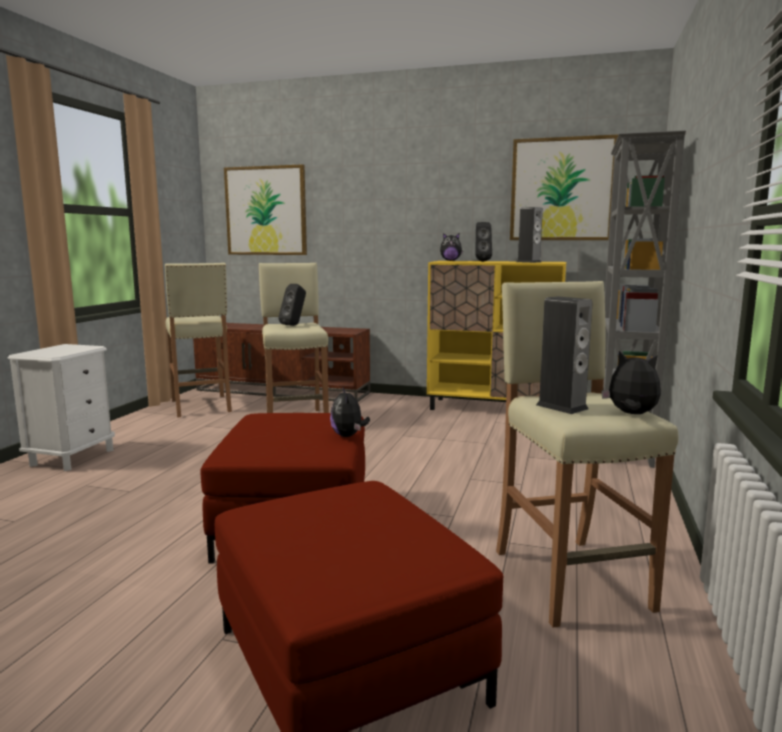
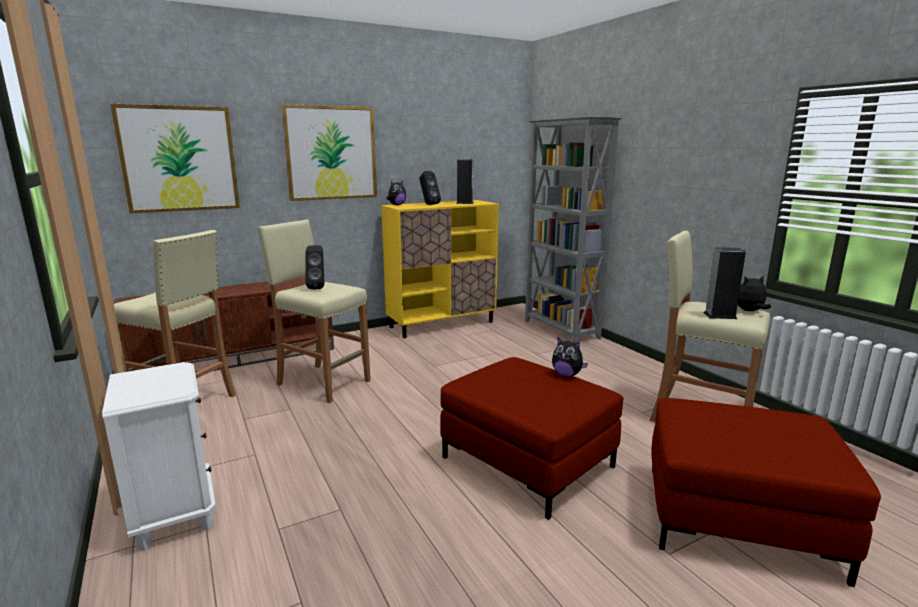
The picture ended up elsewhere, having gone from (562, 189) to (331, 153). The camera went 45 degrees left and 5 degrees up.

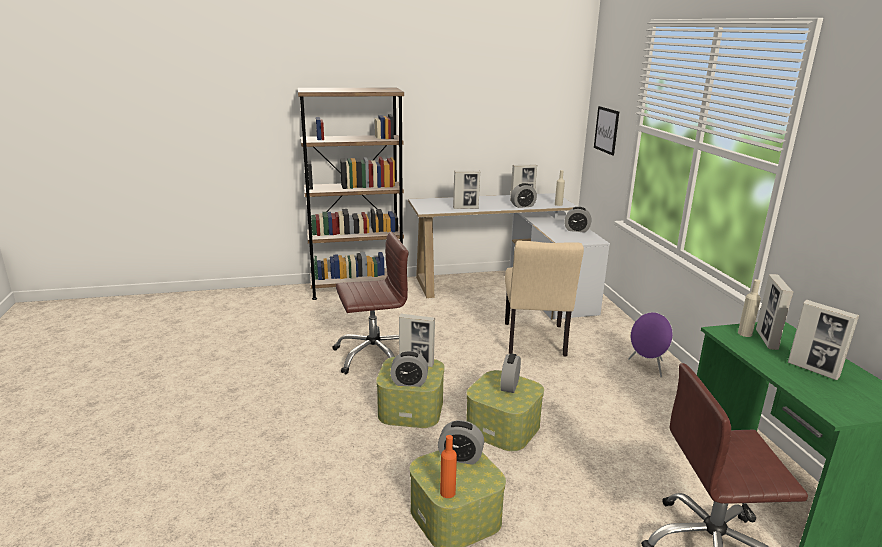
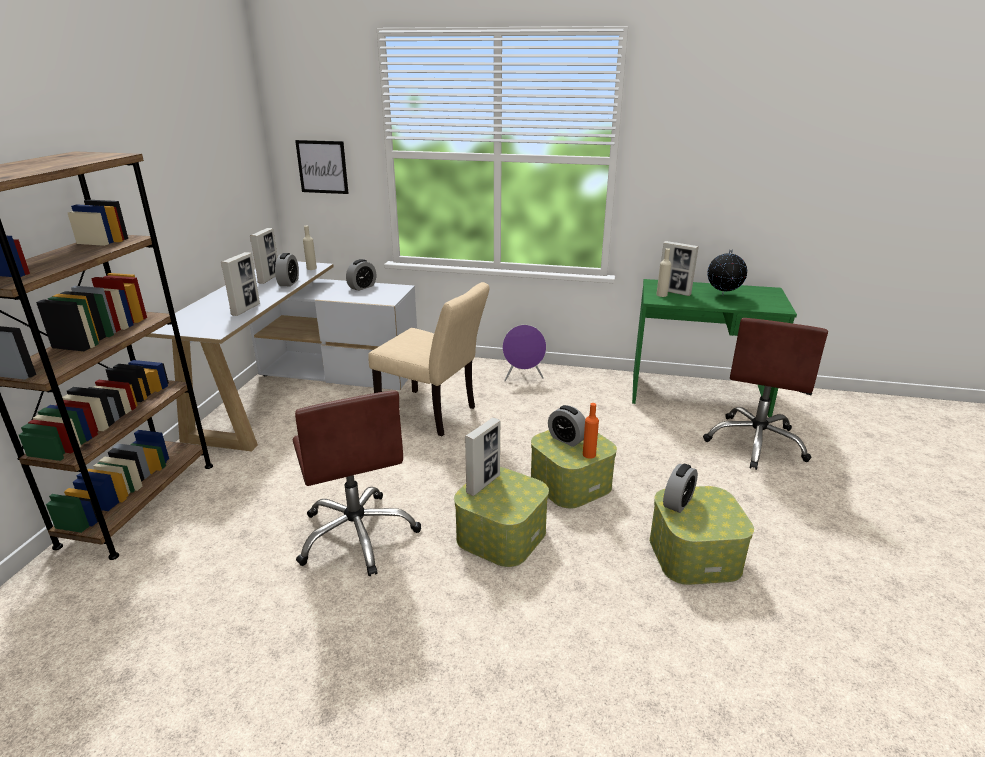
The second view lost the alarm clock at (409, 382). The drink bottle in orange ended up elsewhere, having gone from (447, 492) to (589, 454). Where the picture frame stood at (813, 370), the desk globe came to stand at (723, 295). The office chair in brownish at (373, 355) ended up facing another way, 150 degrees clockwise from before. The camera went 65 degrees left and 5 degrees up.

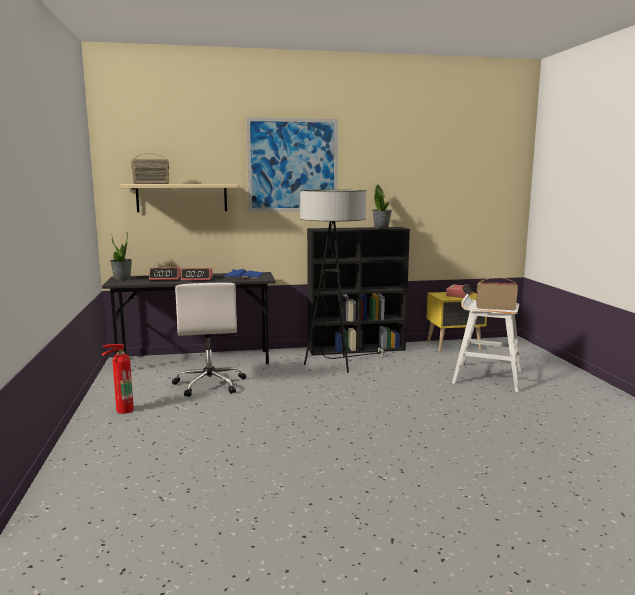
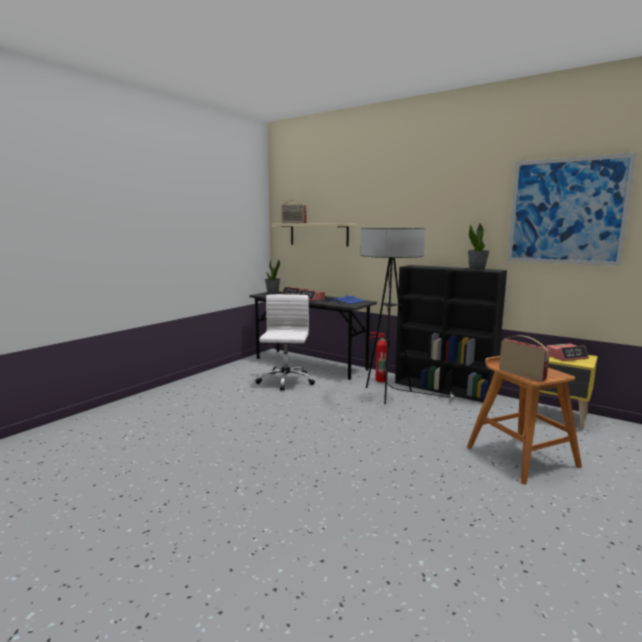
The fire-fighting cylinder ended up elsewhere, having gone from (123, 410) to (380, 380). The picture ended up elsewhere, having gone from (293, 165) to (566, 211). What was the sitting stool in white at (486, 377) turned into the sitting stool in brownish at (520, 456). The office chair in white at (210, 384) ended up facing another way, 150 degrees clockwise from before. The camera went 45 degrees right and 0 degrees up.

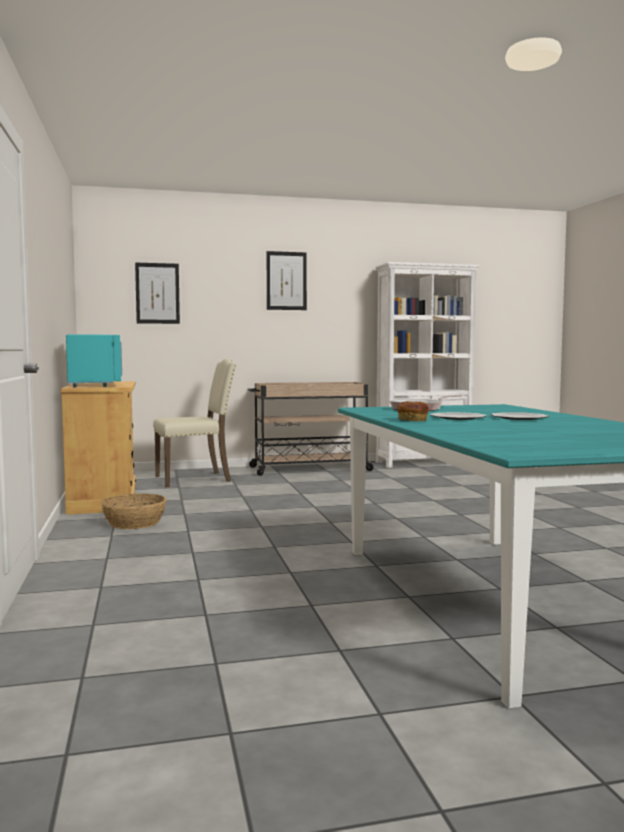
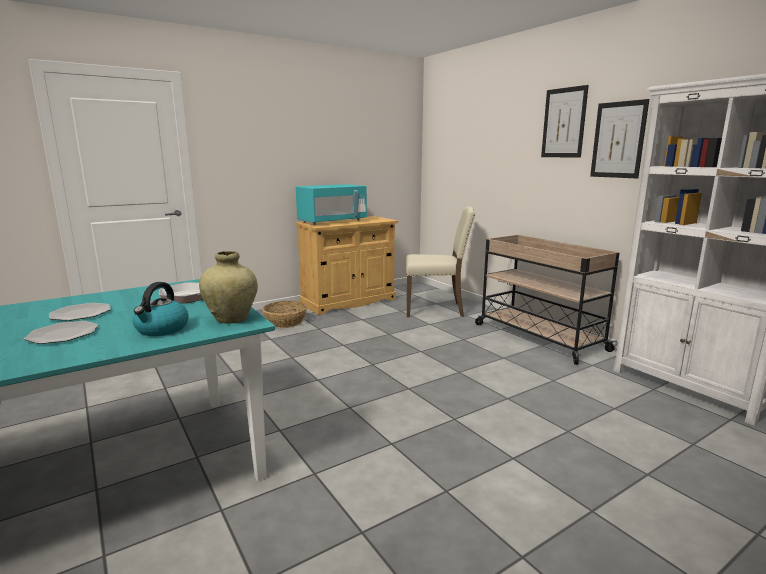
The second view lost the bakery bread at (412, 420). The second view gained the kettle at (162, 329). The second view gained the vase in beige at (231, 319). The picture ended up elsewhere, having gone from (157, 293) to (618, 140). The upright chair in beige at (195, 479) ended up facing another way, 45 degrees counterclockwise from before. The camera went 70 degrees right and 10 degrees up.

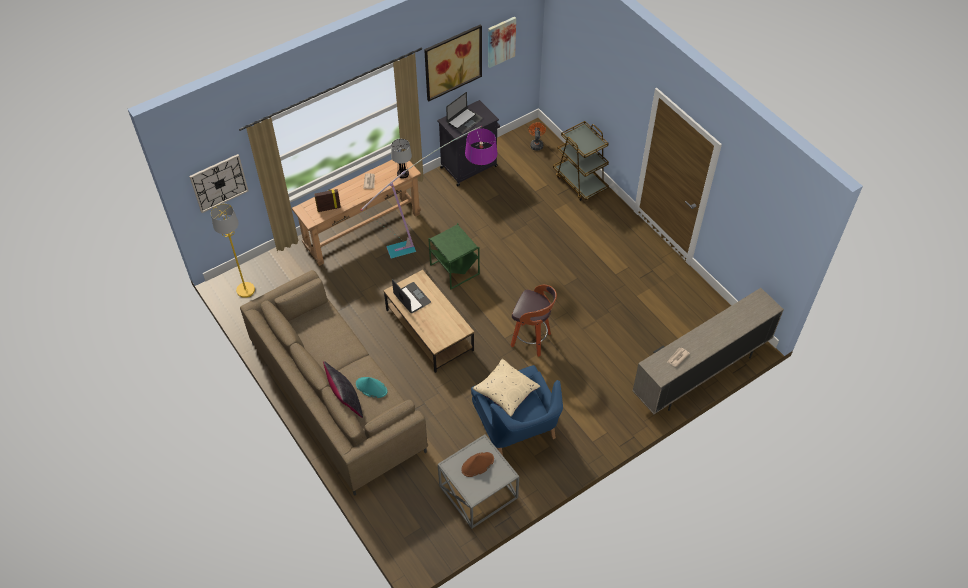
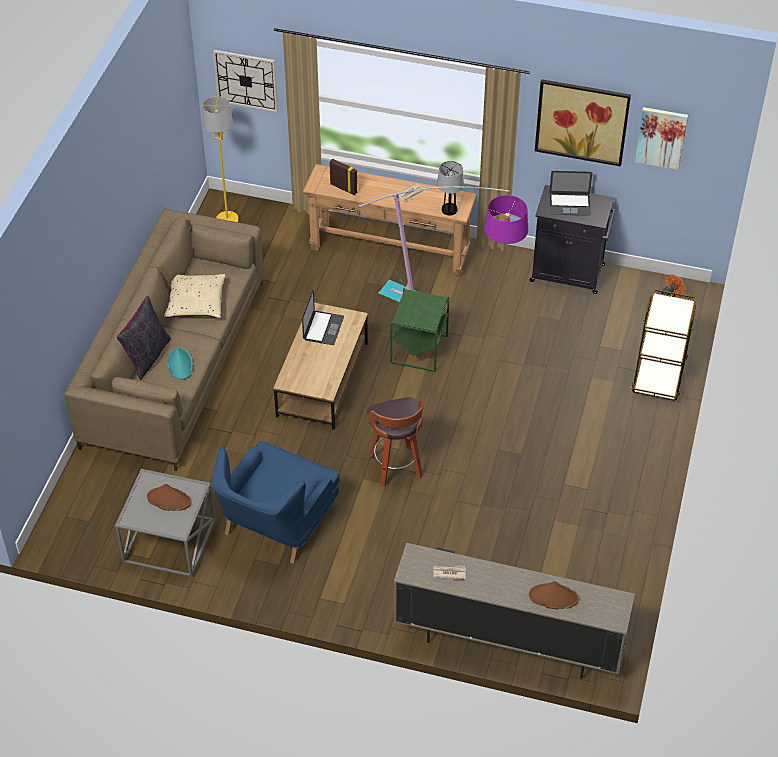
The second view gained the hat in brownish at (553, 597). The cushion in beige ended up elsewhere, having gone from (506, 391) to (196, 303). The camera went 50 degrees right and 5 degrees down.

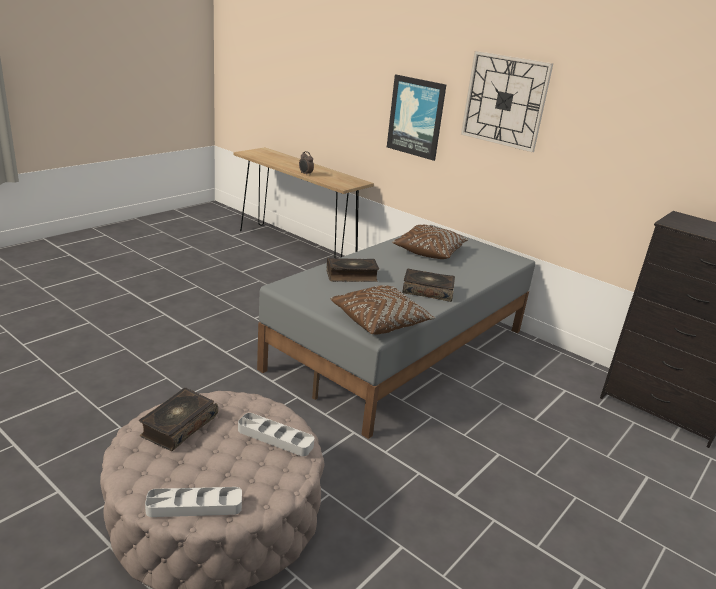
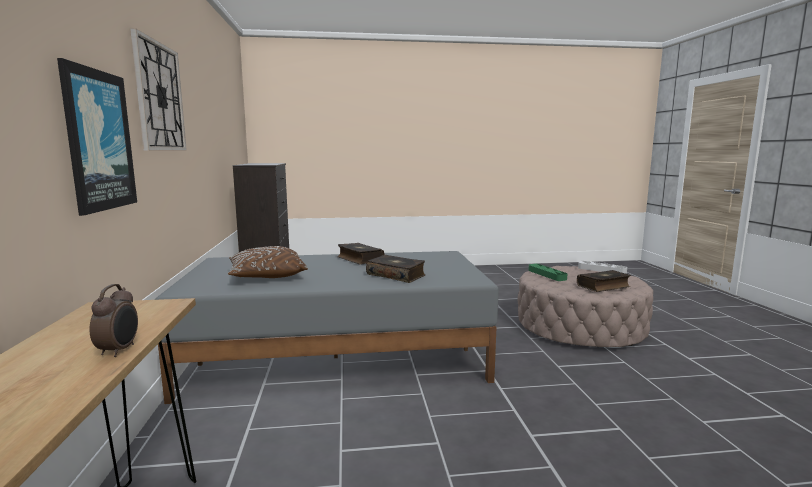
The second view lost the cushion in brownish at (380, 321). What was the tray in gray at (275, 438) turned into the tray in greenish at (547, 275). The camera went 135 degrees left and 15 degrees down.

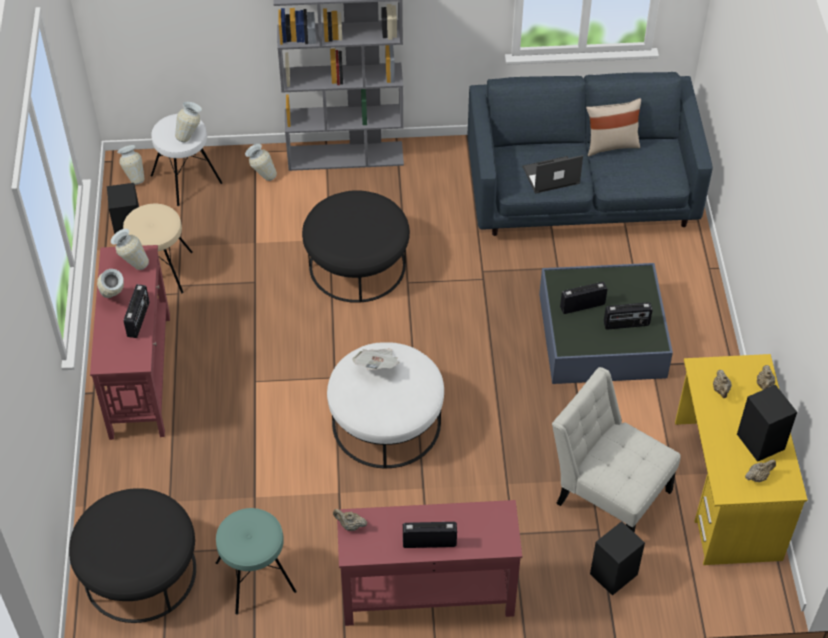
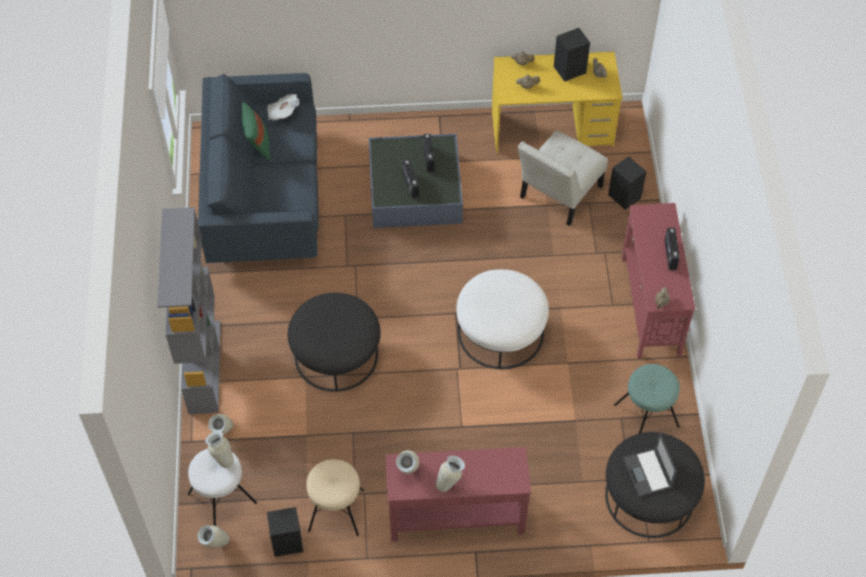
The second view lost the radio set at (139, 320). The daily paper ended up elsewhere, having gone from (377, 366) to (282, 113). The notebook computer ended up elsewhere, having gone from (550, 175) to (648, 473). What was the cushion in beige at (611, 145) turned into the cushion in greenish at (257, 145). The camera went 90 degrees left and 5 degrees up.

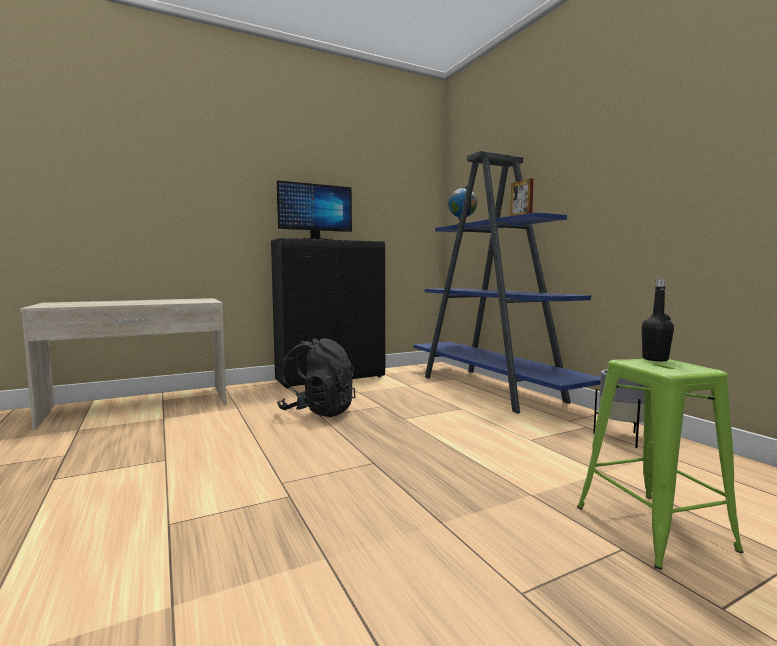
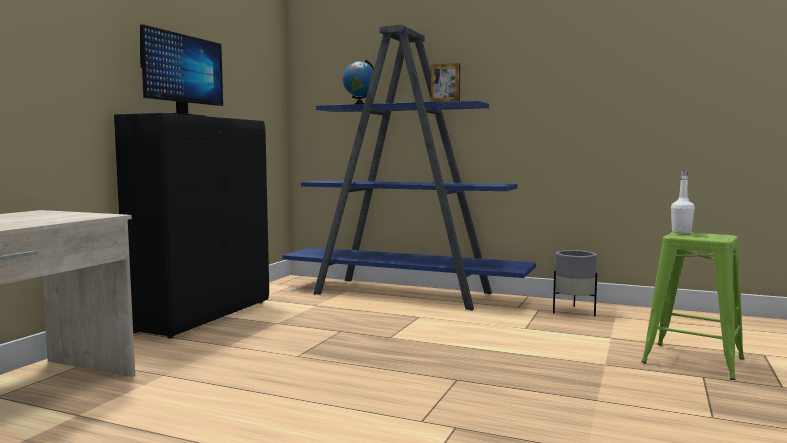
The second view lost the rucksack in black-coloured at (318, 411). What was the drink bottle in black-coloured at (655, 359) turned into the drink bottle in white at (681, 232). The camera went 40 degrees left and 0 degrees up.

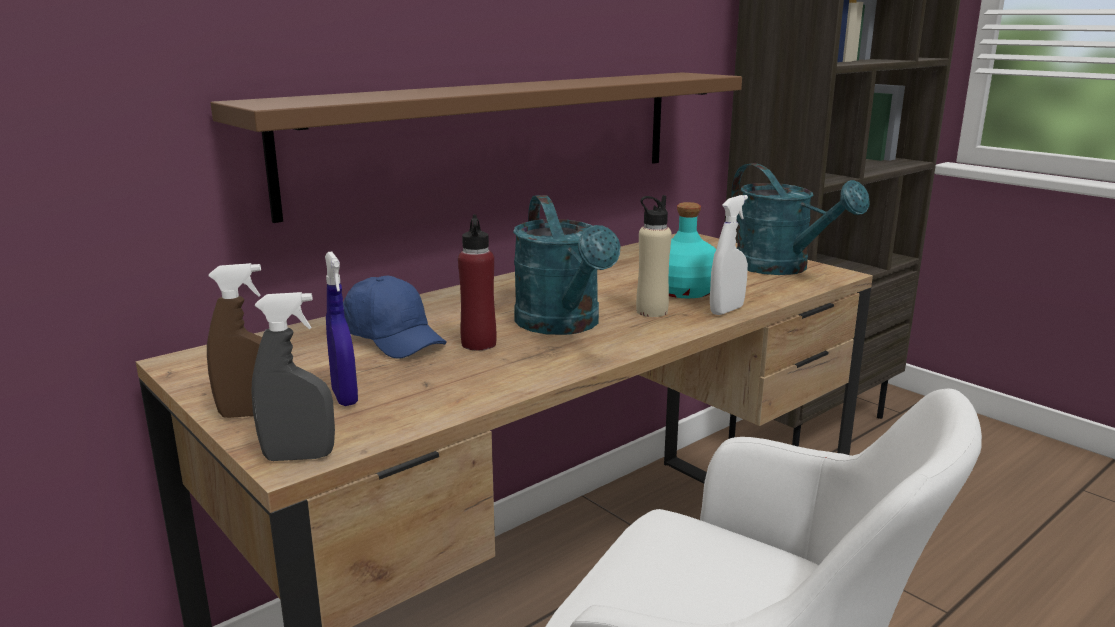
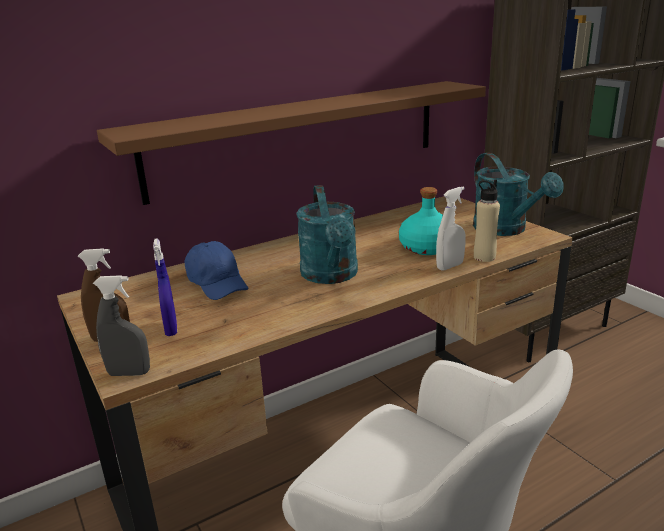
The second view lost the drink bottle in red-coloured at (478, 344). The drink bottle in beige ended up elsewhere, having gone from (651, 311) to (484, 257). The camera went 10 degrees right and 5 degrees up.

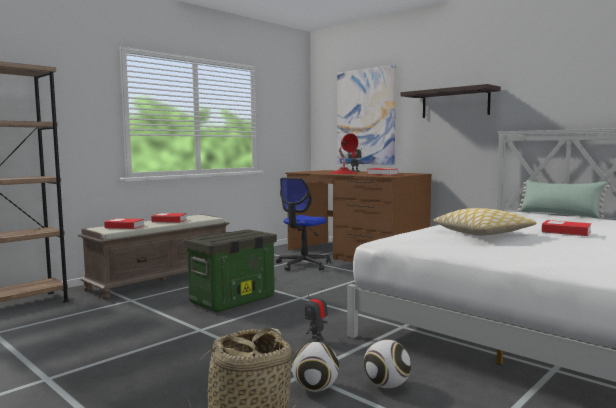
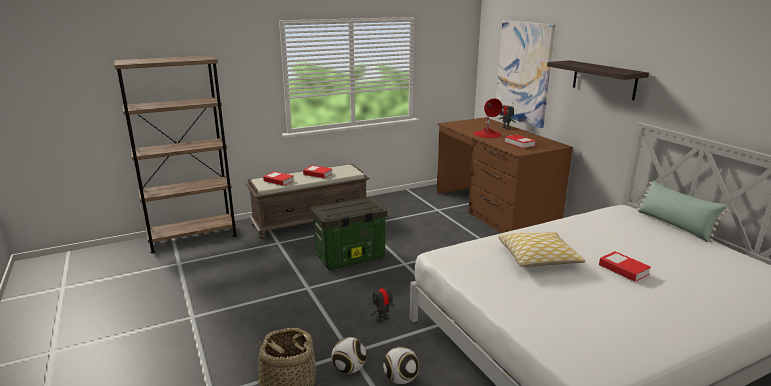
The second view lost the office chair at (303, 265). The camera went 20 degrees right and 15 degrees up.

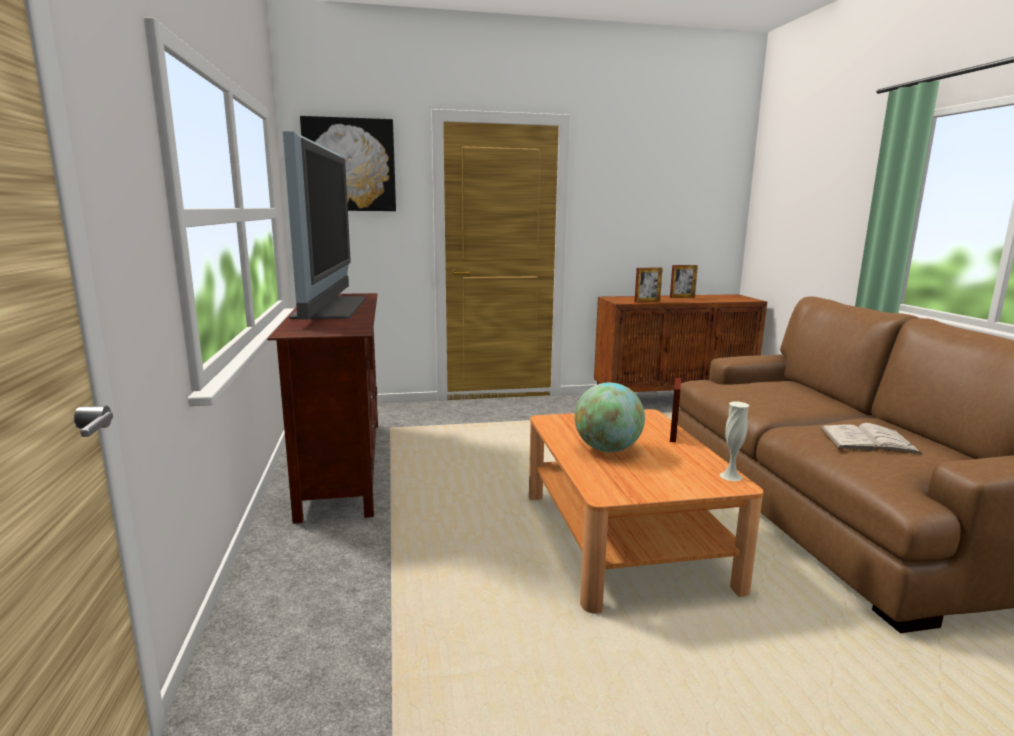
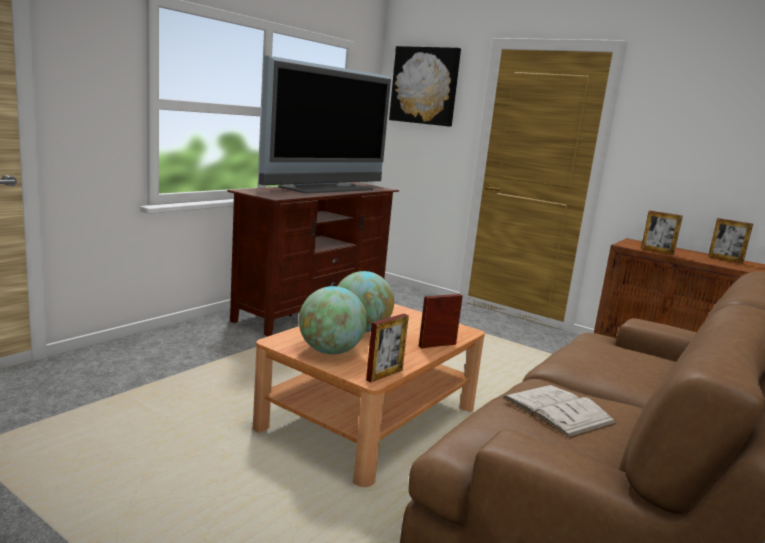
The second view gained the desk globe at (330, 351). Where the vase in white stood at (730, 476), the picture frame came to stand at (384, 375). The camera went 45 degrees right and 0 degrees up.

